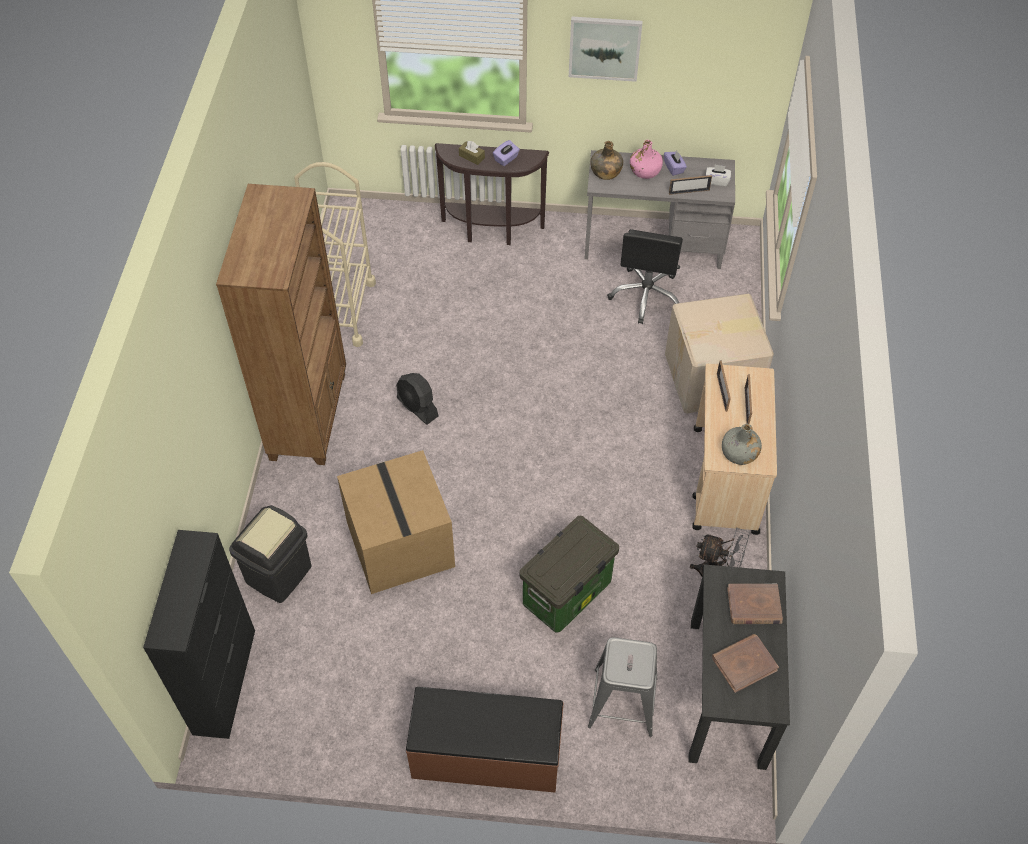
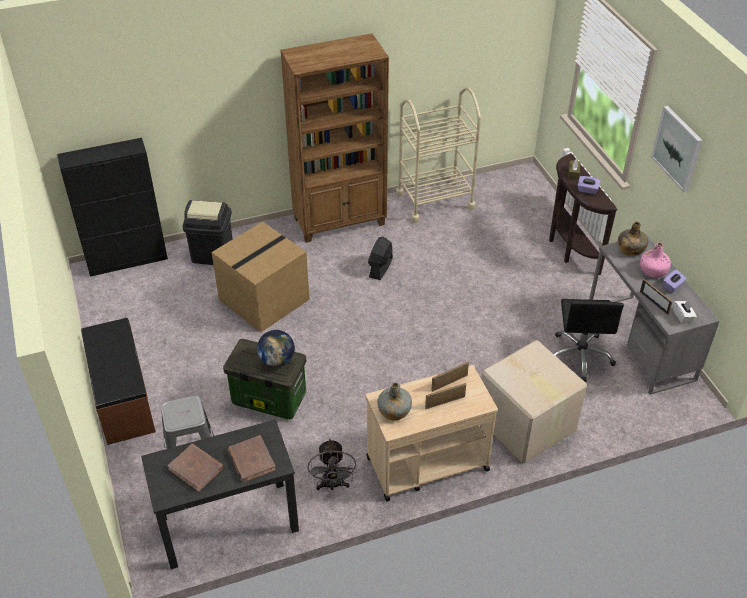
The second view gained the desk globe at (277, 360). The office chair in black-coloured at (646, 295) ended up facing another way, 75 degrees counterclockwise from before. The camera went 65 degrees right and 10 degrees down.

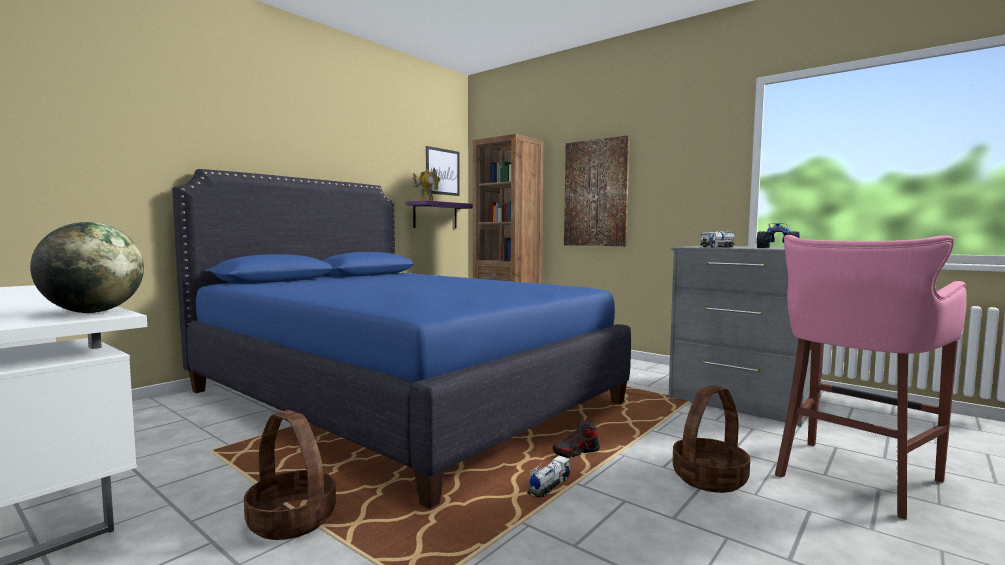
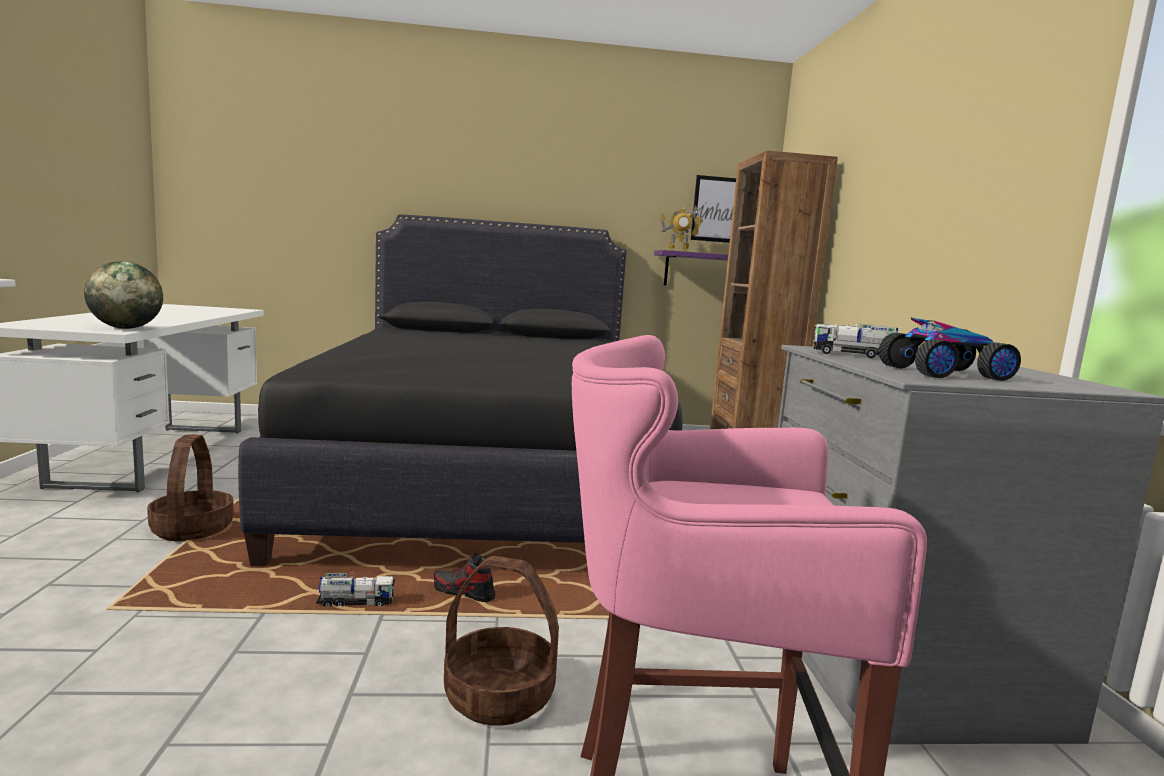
The second view lost the picture at (596, 193). What was the bed in blue at (399, 396) turned into the bed in black-coloured at (485, 477). The camera went 45 degrees right and 5 degrees up.

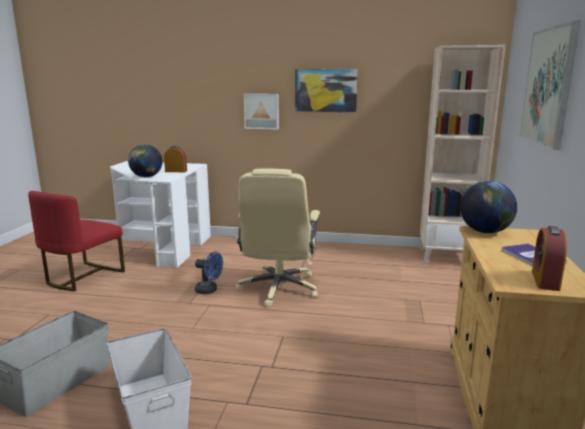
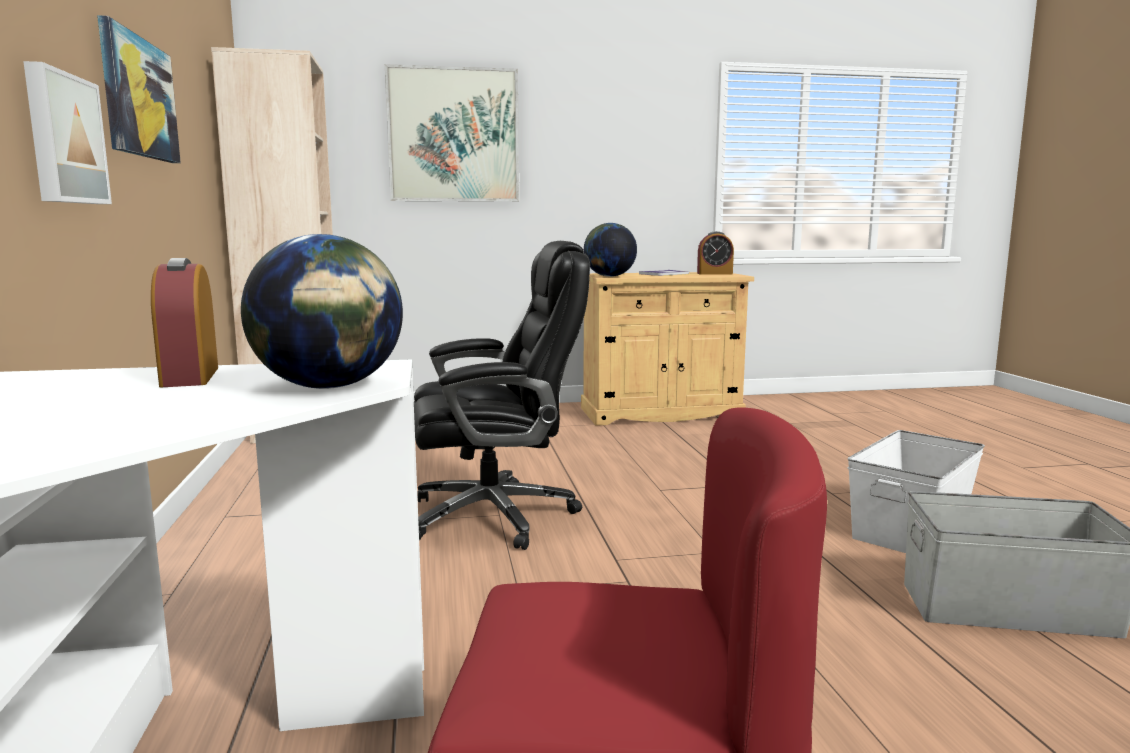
The second view lost the electric fan in blue at (209, 290). What was the office chair in beige at (278, 289) turned into the office chair in black-coloured at (496, 516). The camera went 110 degrees left and 5 degrees down.

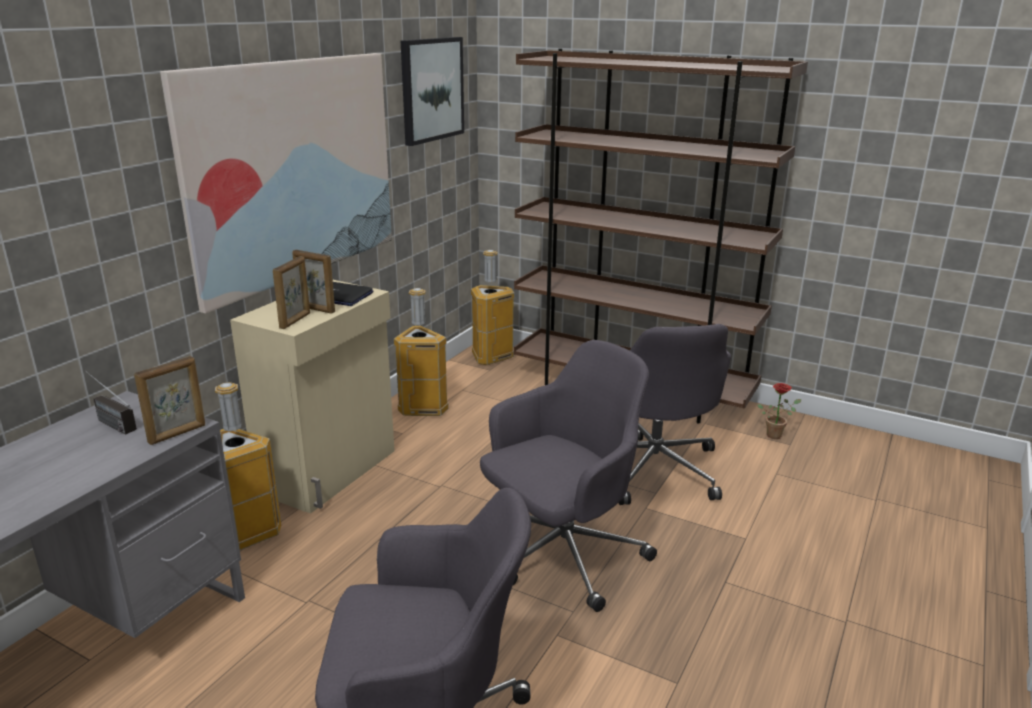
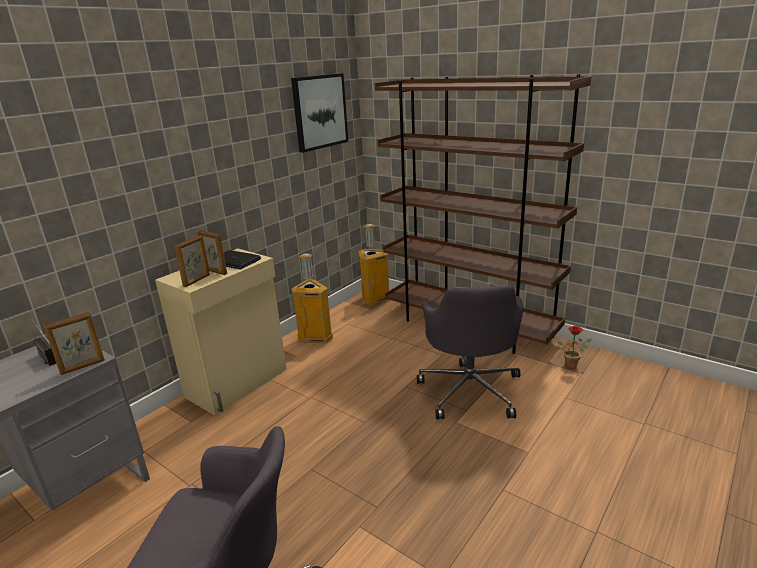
The second view lost the picture at (293, 171). The second view lost the rubbish bin at (248, 532). The second view lost the office chair in gray at (561, 554). The camera went 10 degrees right and 0 degrees up.

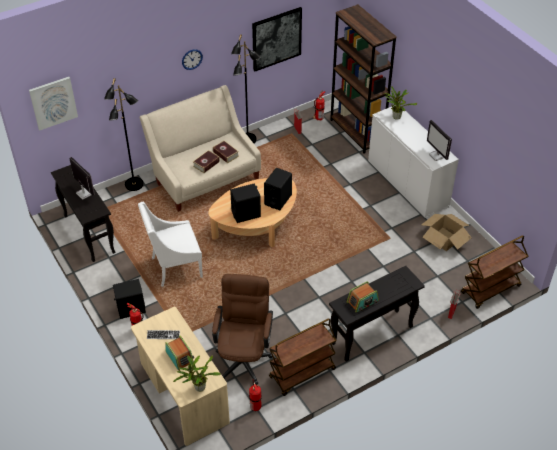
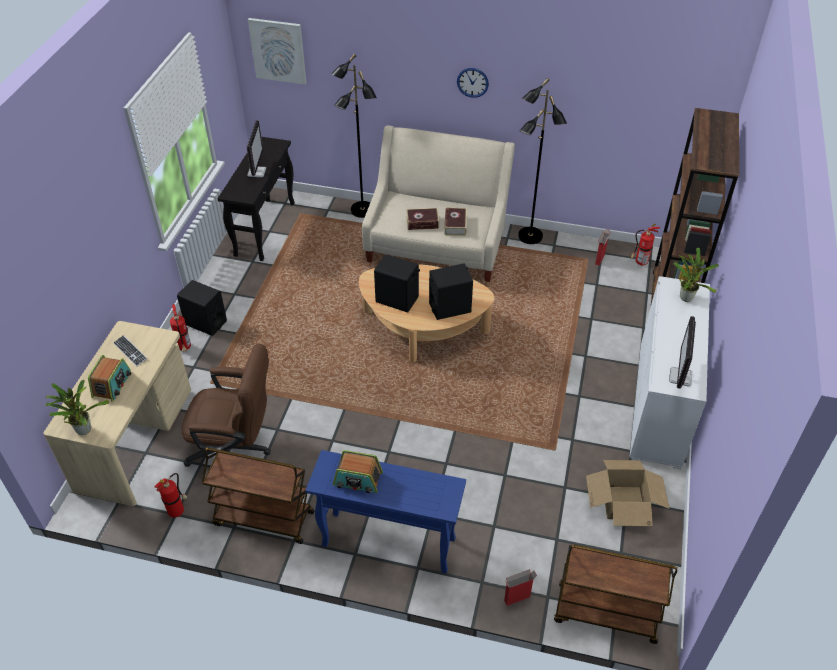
The second view lost the armchair in white at (174, 267). The second view lost the picture at (276, 38). What was the hall table in black-coloured at (371, 336) turned into the hall table in blue at (387, 542). The office chair in brownish at (244, 356) ended up facing another way, 45 degrees clockwise from before. The camera went 45 degrees right and 0 degrees up.

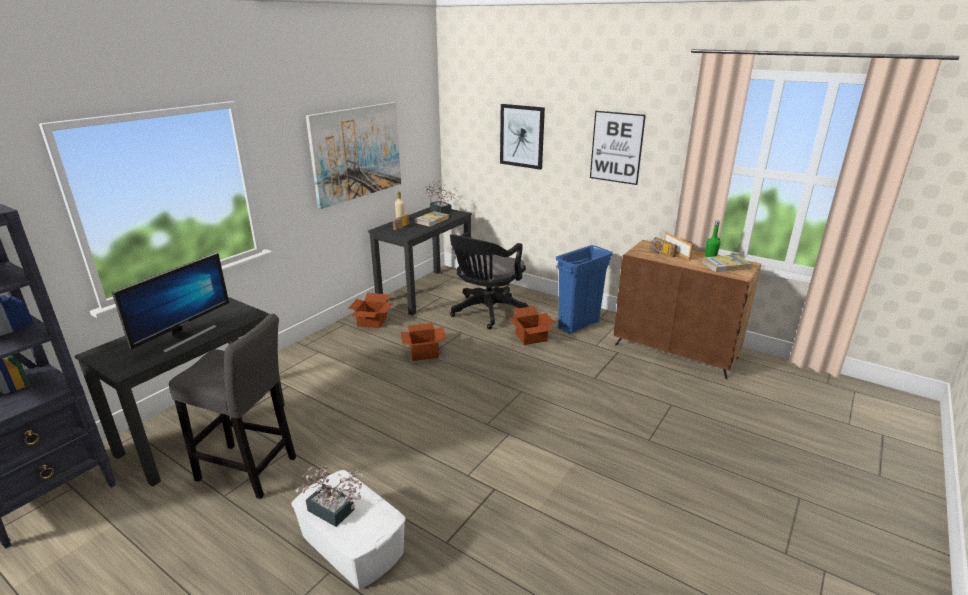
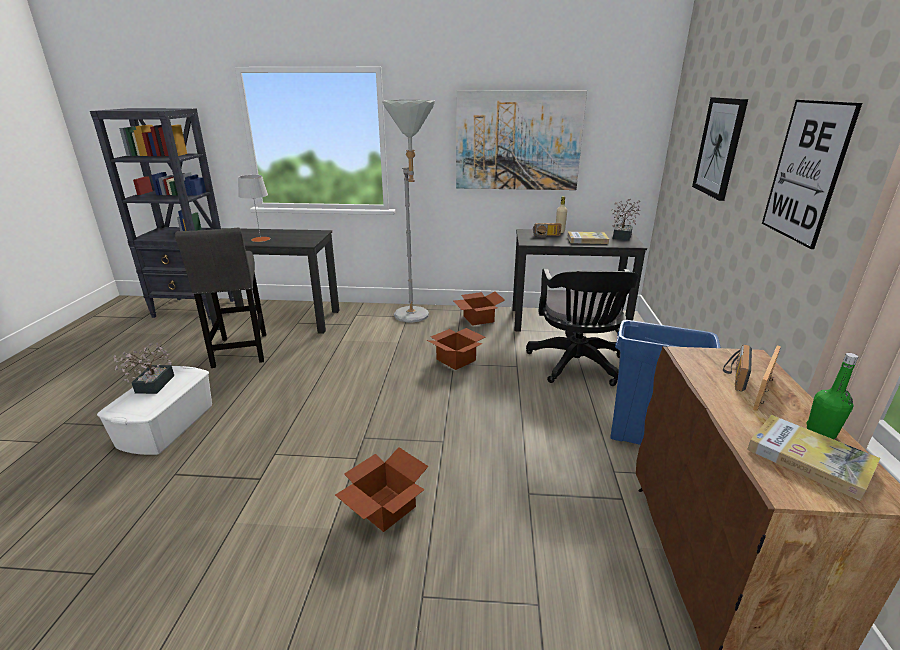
The second view gained the standing lamp in gray at (414, 318). The cardboard box ended up elsewhere, having gone from (531, 337) to (383, 508). Where the computer display stood at (185, 336), the tabletop lamp in gray came to stand at (260, 239). The office chair in black-coloured at (486, 312) ended up facing another way, 90 degrees counterclockwise from before. The camera went 60 degrees right and 0 degrees up.

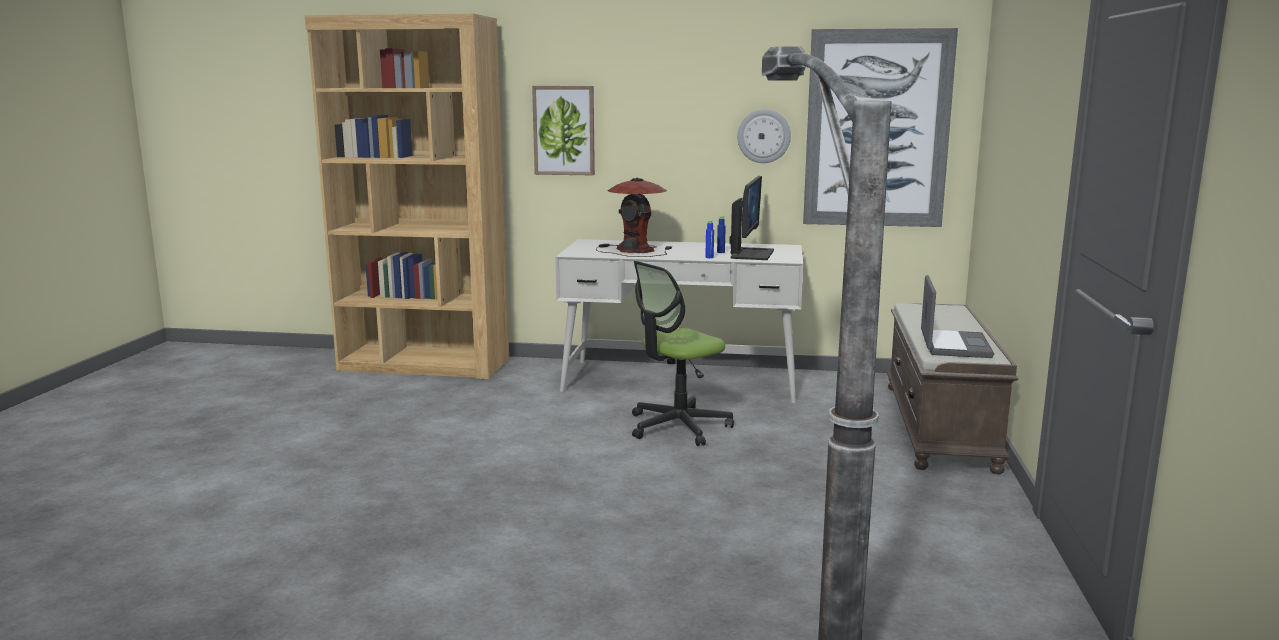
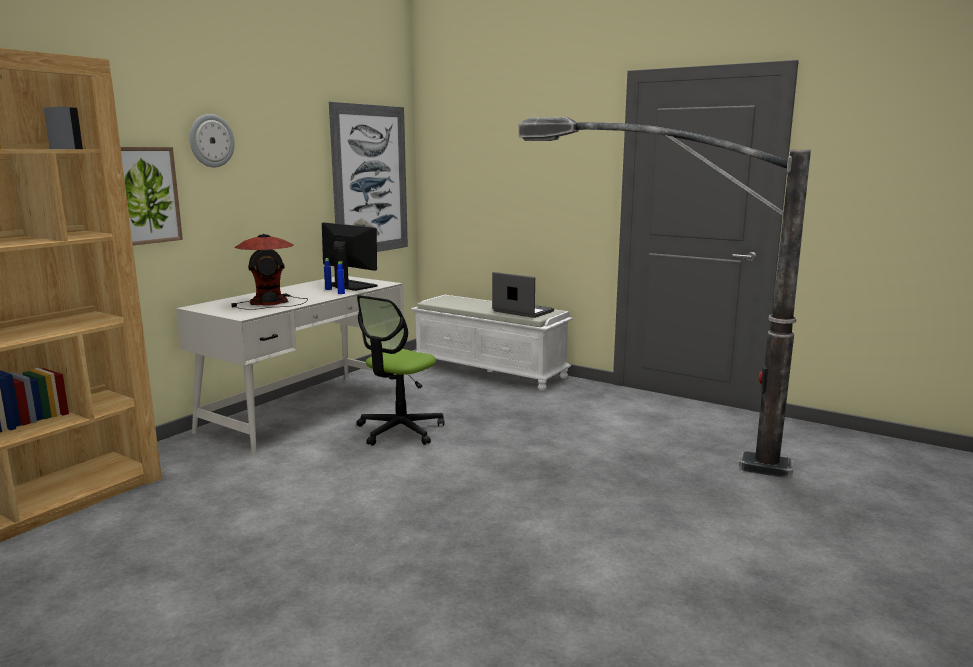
The hanging clock ended up elsewhere, having gone from (764, 136) to (211, 140). What was the long seat in brownish at (941, 426) turned into the long seat in white at (490, 370). The office chair at (678, 427) ended up facing another way, 45 degrees clockwise from before. The camera went 65 degrees left and 0 degrees up.

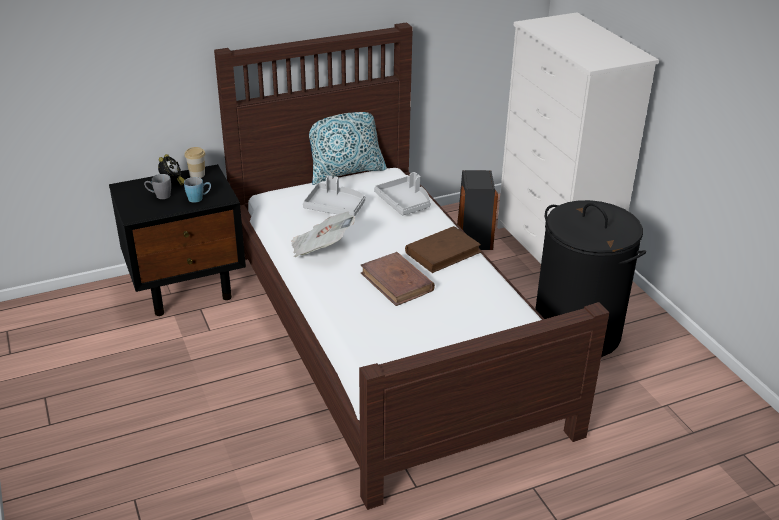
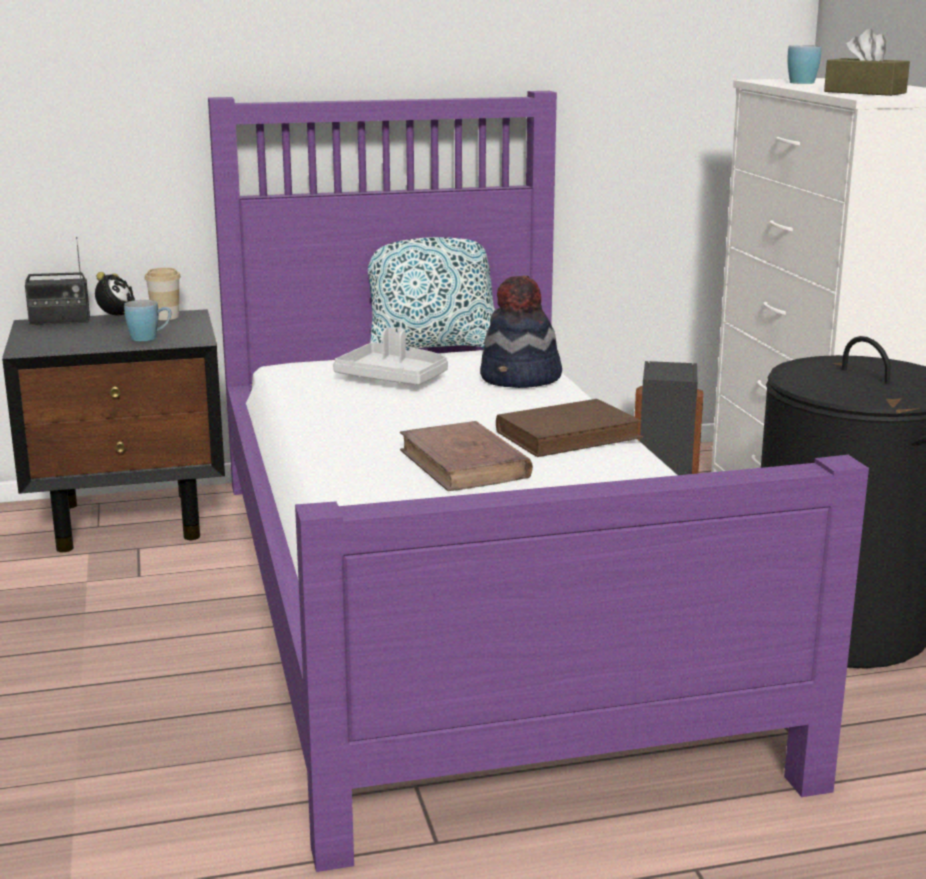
The second view lost the coffee mug in gray at (159, 196). The second view lost the daily paper at (321, 249). The second view gained the radio set at (59, 321). The second view gained the coffee mug in blue at (799, 82). The second view gained the tissue box in brownish at (865, 92). Where the tray in gray stood at (404, 202), the hat came to stand at (521, 379). What was the bed in brownish at (387, 333) turned into the bed in purple at (462, 602). The camera went 10 degrees right and 15 degrees down.

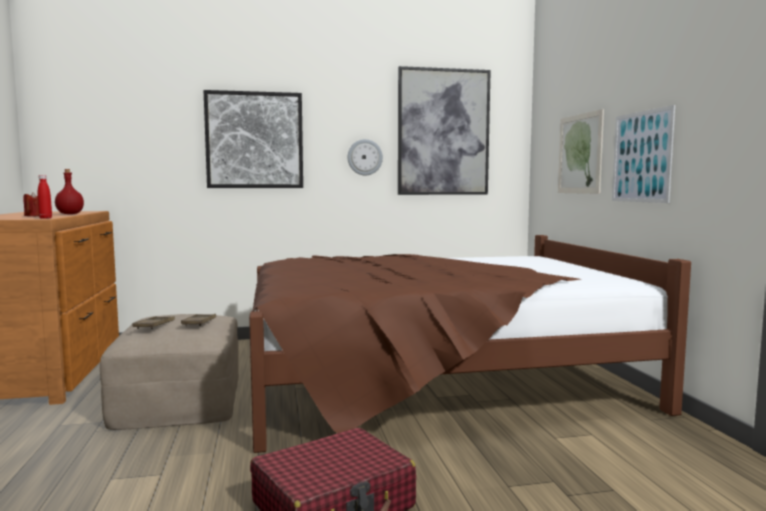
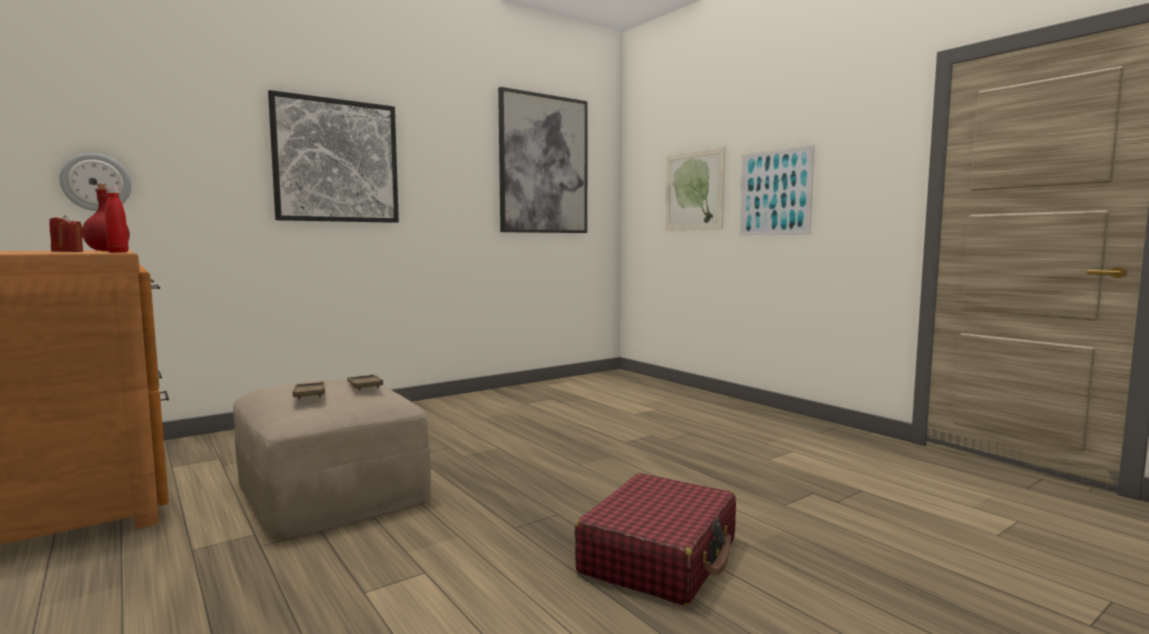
The second view lost the bed in brownish at (434, 379). The hanging clock ended up elsewhere, having gone from (364, 157) to (96, 182). The camera went 25 degrees left and 0 degrees up.

